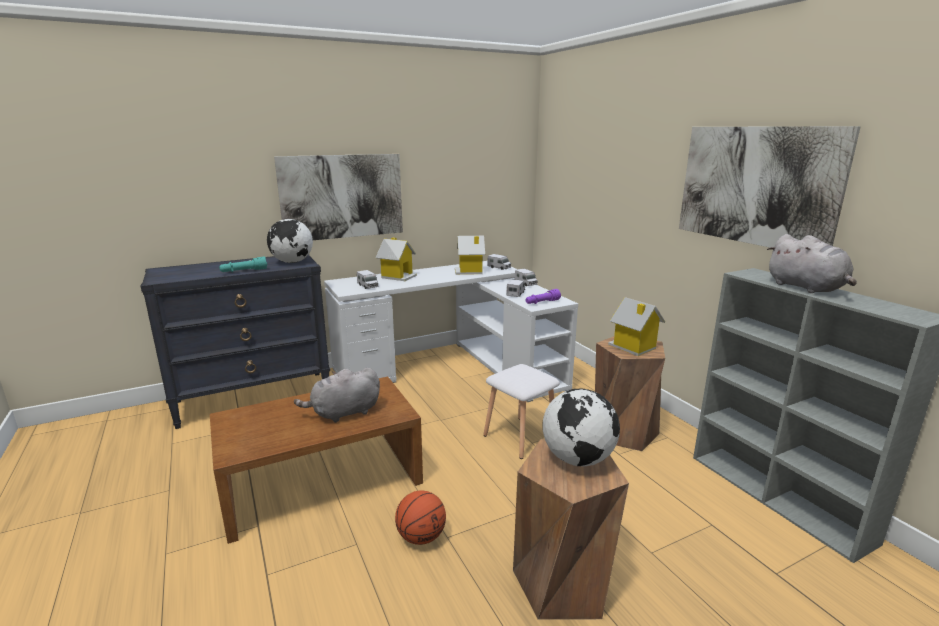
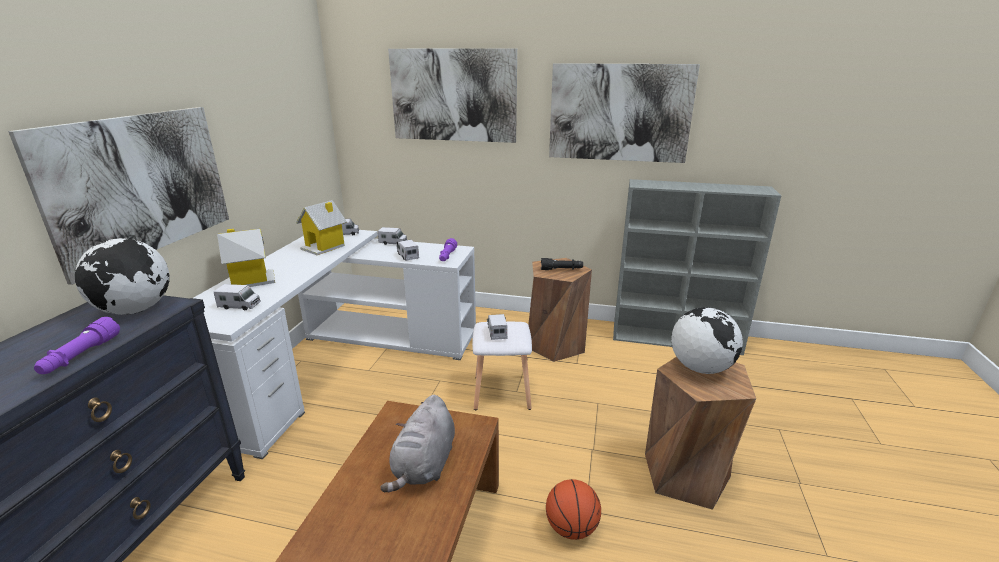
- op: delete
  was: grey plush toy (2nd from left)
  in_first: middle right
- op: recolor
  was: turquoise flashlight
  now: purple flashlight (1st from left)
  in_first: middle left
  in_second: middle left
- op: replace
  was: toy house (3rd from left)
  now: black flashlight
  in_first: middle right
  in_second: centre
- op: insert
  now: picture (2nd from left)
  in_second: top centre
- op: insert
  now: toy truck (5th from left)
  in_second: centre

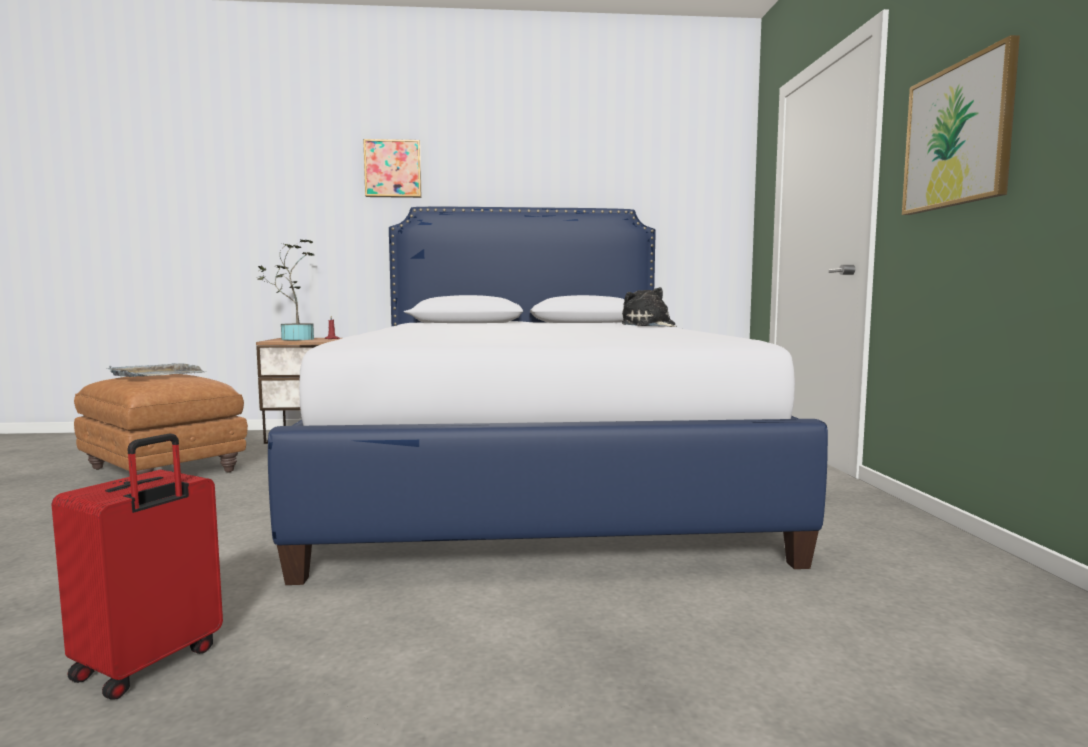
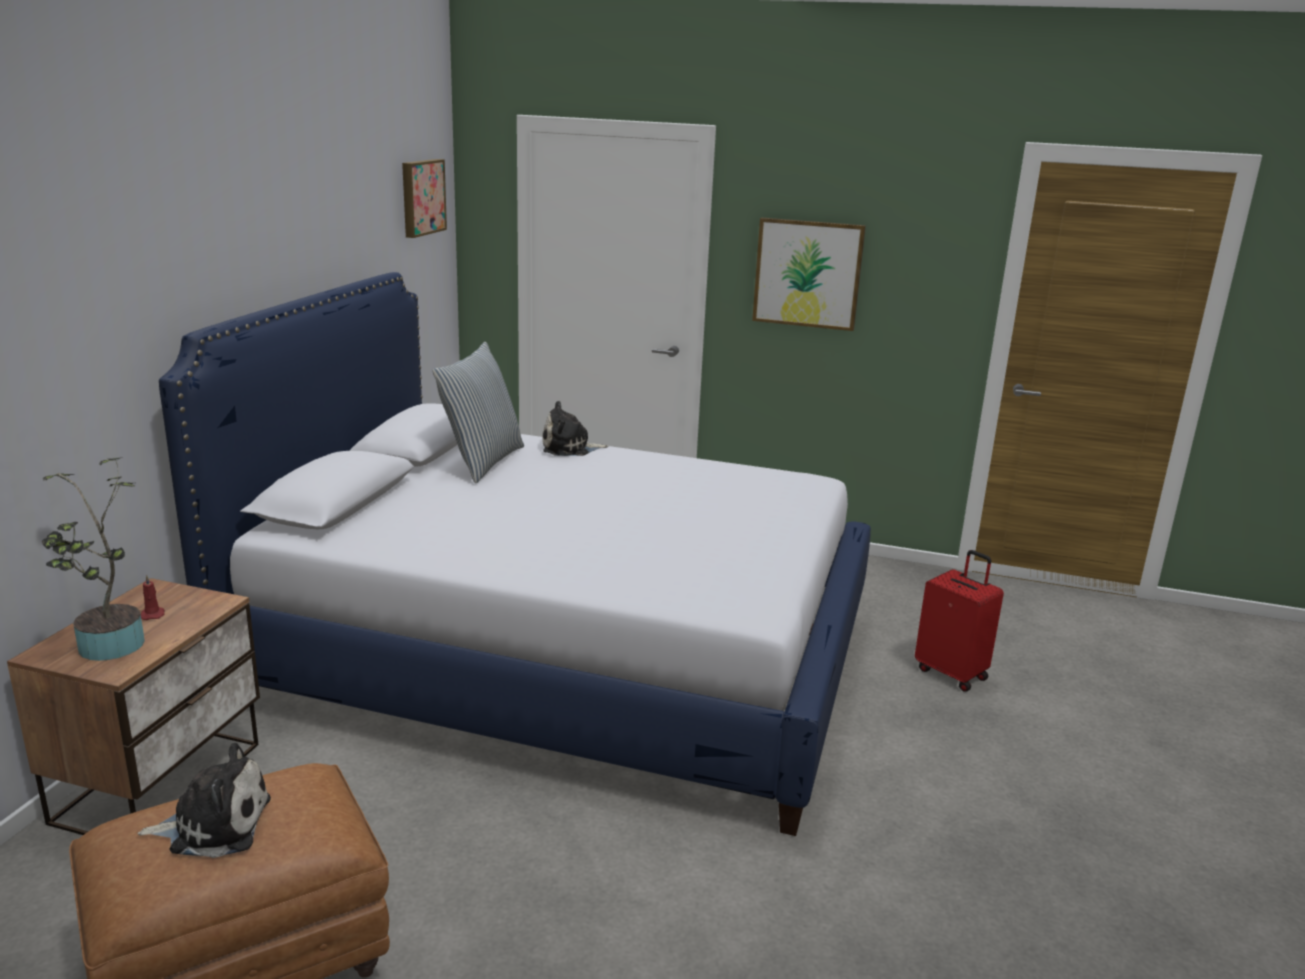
- op: move
  was: picture (1st from left)
  in_first: top centre
  in_second: top left
- op: replace
  was: grey tray
  now: plush toy (1st from left)
  in_first: middle left
  in_second: bottom left
- op: move
  was: red suitcase
  in_first: bottom left
  in_second: middle right
- op: insert
  now: pillow
  in_second: centre

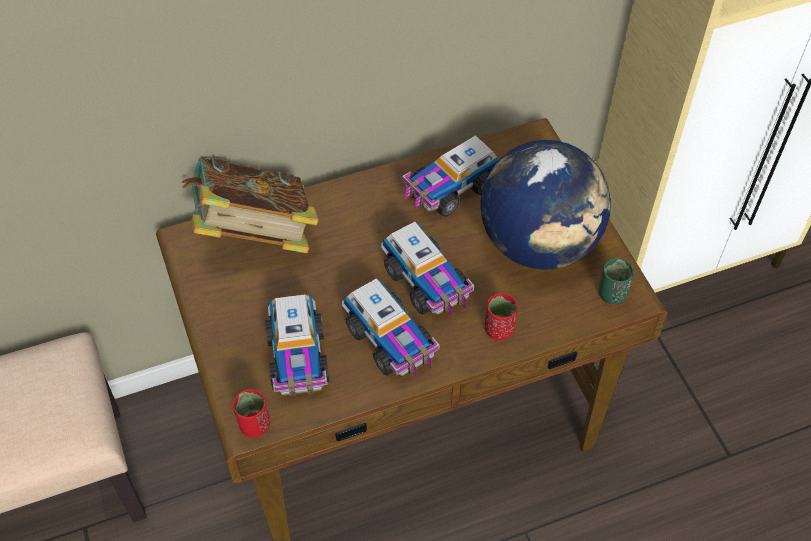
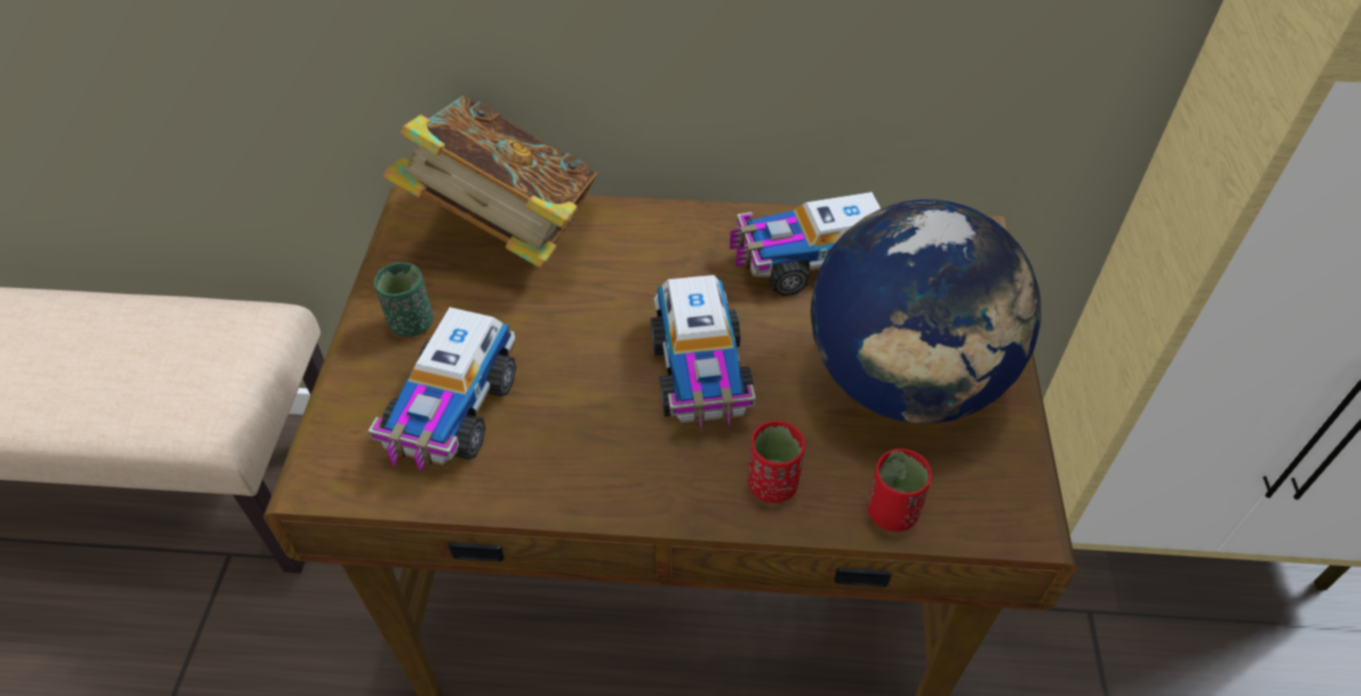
- op: move
  was: green cup
  in_first: middle right
  in_second: middle left
- op: delete
  was: toy truck (2nd from left)
  in_first: centre
- op: move
  was: red cup (1st from left in the first image)
  now: red cup (2nd from left)
  in_first: bottom left
  in_second: bottom centre

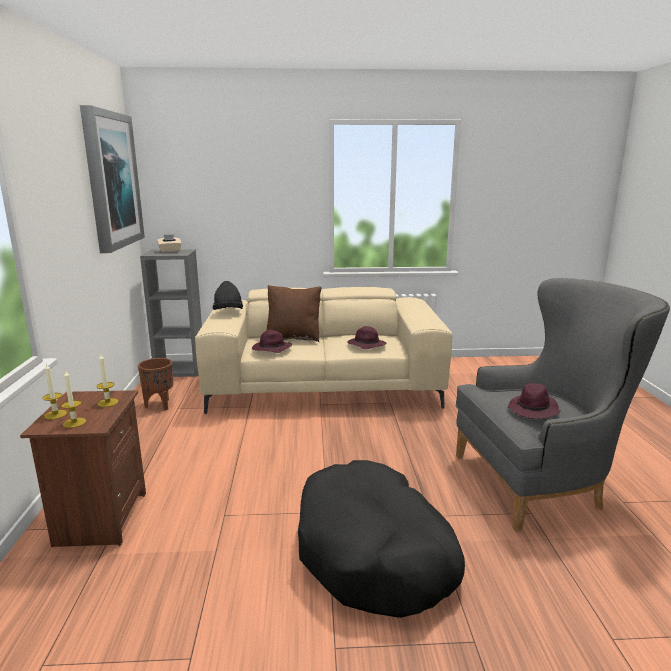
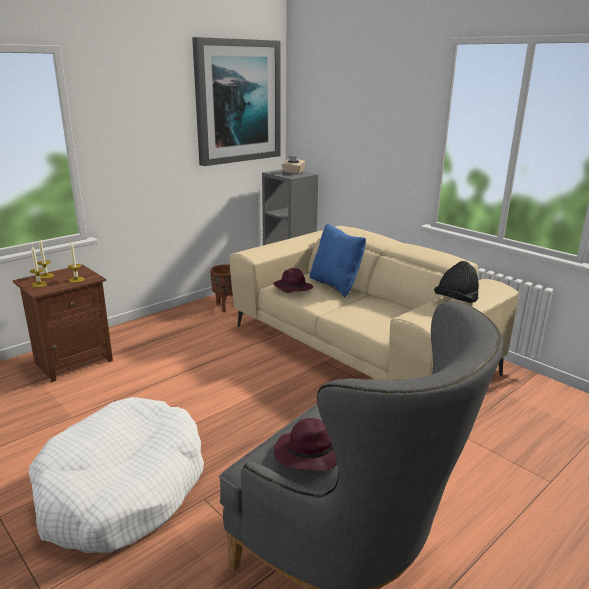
- op: move
  was: black hat
  in_first: centre
  in_second: middle right
- op: recolor
  was: brown pillow
  now: blue pillow
  in_first: centre
  in_second: centre
- op: delete
  was: purple hat (2nd from left)
  in_first: centre
- op: recolor
  was: black dog bed
  now: white dog bed
  in_first: bottom centre
  in_second: bottom left

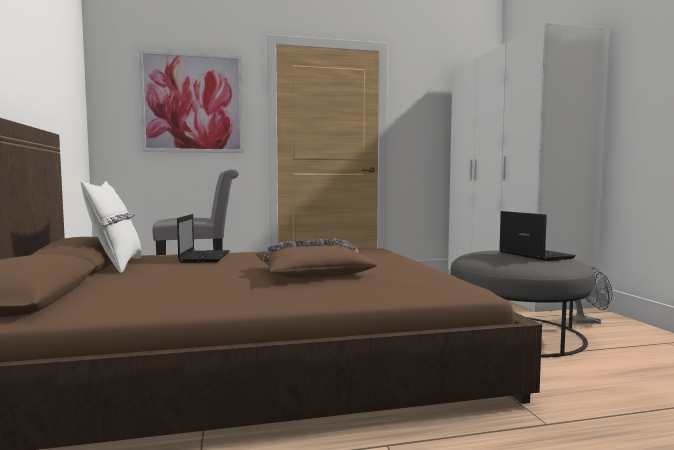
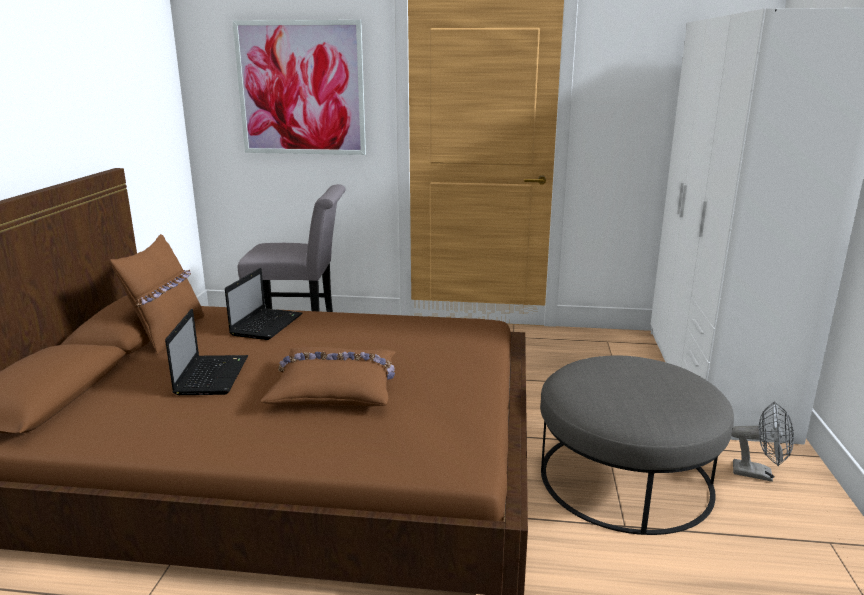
- op: recolor
  was: white pillow
  now: brown pillow (1st from left)
  in_first: middle left
  in_second: middle left
- op: move
  was: laptop (2nd from left in the first image)
  now: laptop (1st from left)
  in_first: middle right
  in_second: middle left

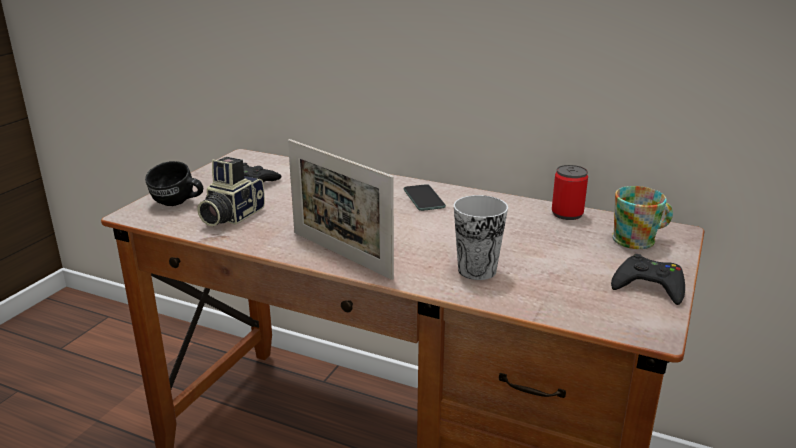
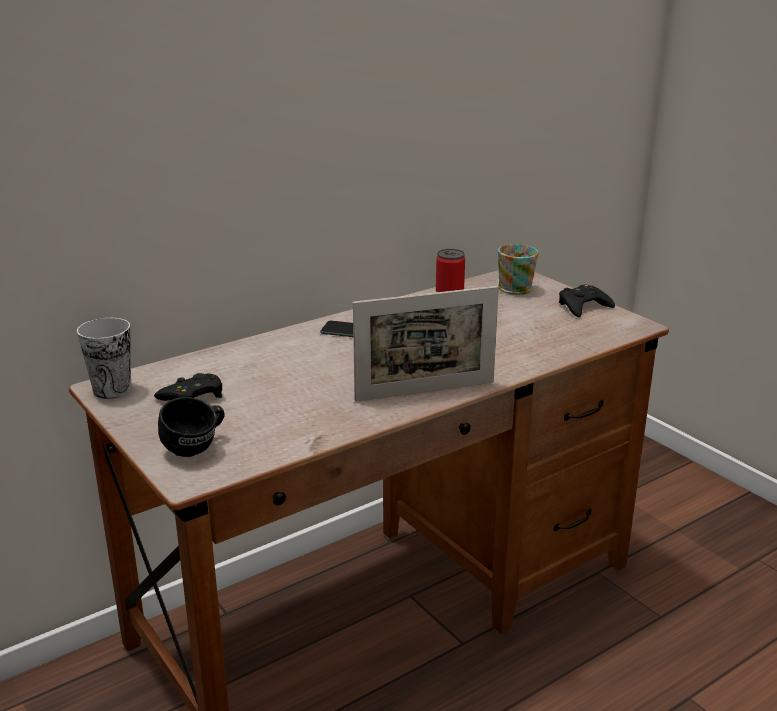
- op: delete
  was: photo camera
  in_first: middle left
- op: move
  was: cup
  in_first: centre
  in_second: middle left

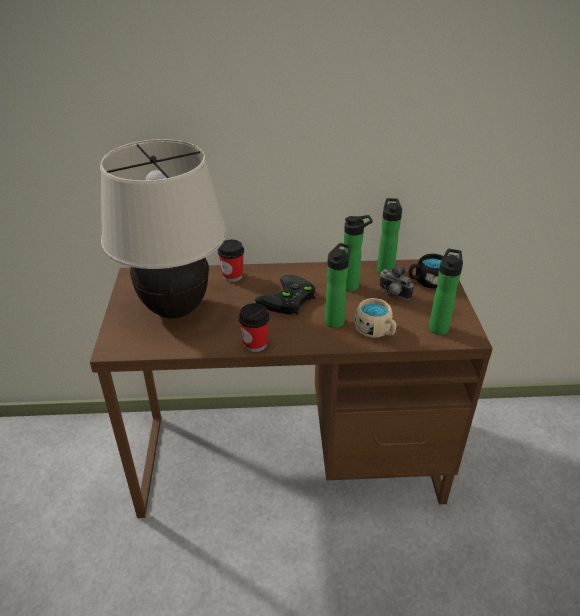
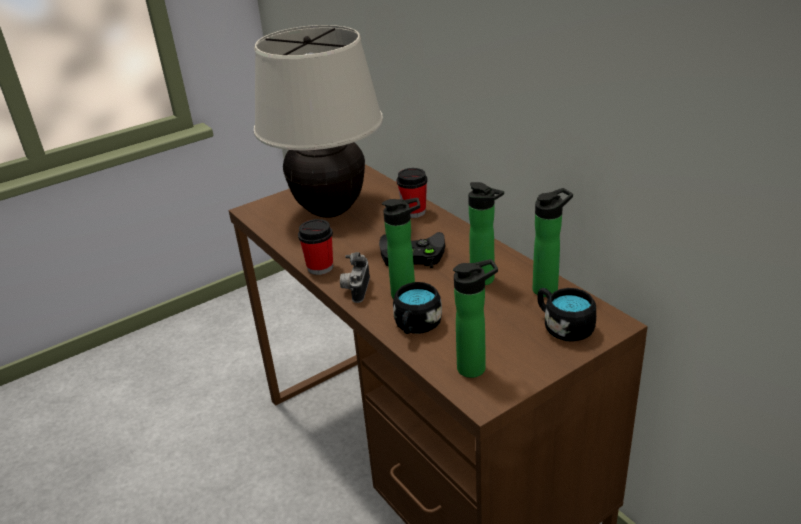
- op: move
  was: photo camera
  in_first: middle right
  in_second: centre
- op: recolor
  was: beige mug
  now: black mug (1st from left)
  in_first: centre
  in_second: centre

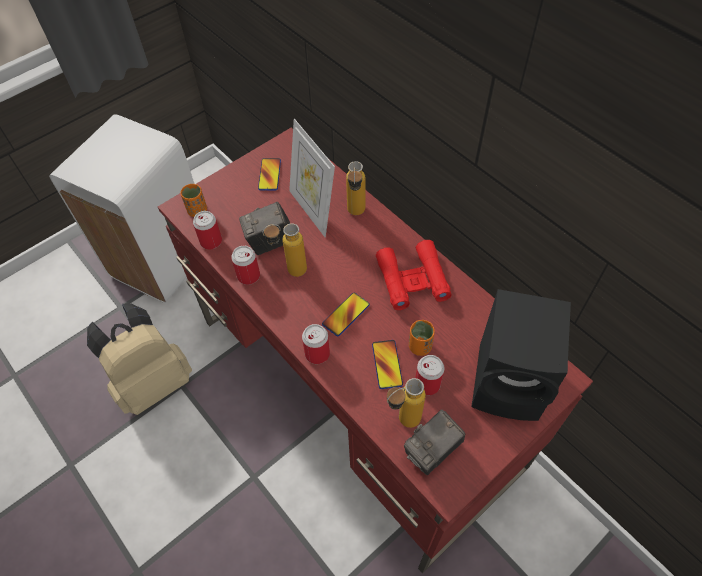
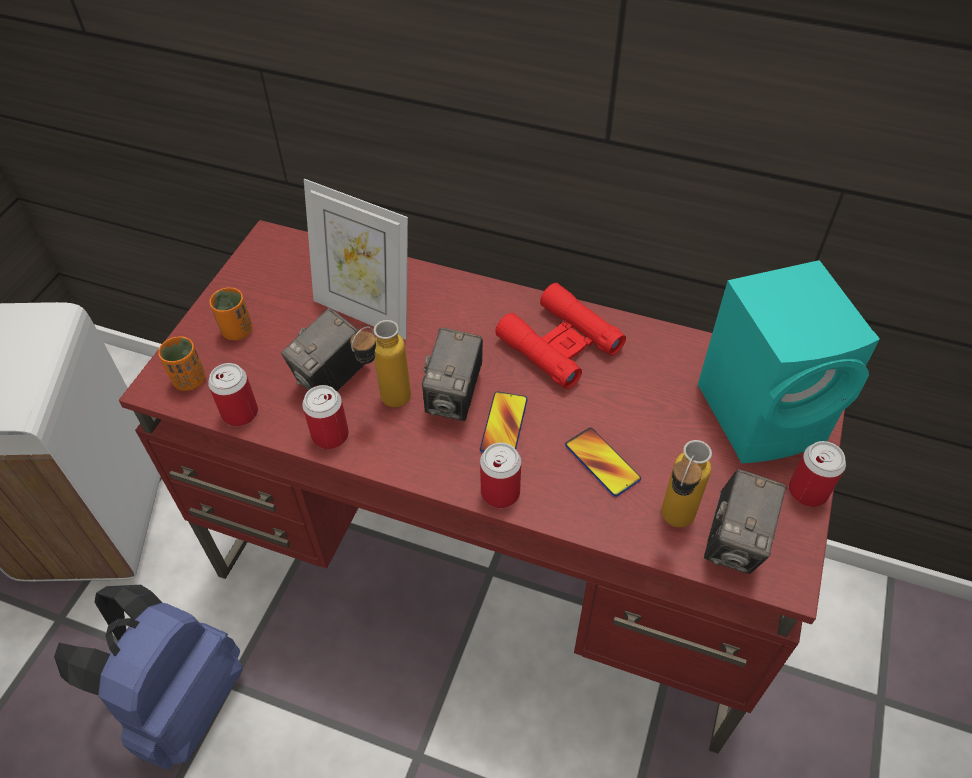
- op: delete
  was: phone (1st from left)
  in_first: top centre
- op: delete
  was: bottle (2nd from left)
  in_first: top centre
- op: recolor
  was: black speaker
  now: turquoise speaker
  in_first: middle right
  in_second: middle right
- op: recolor
  was: beige backpack
  now: blue backpack
  in_first: middle left
  in_second: bottom left
- op: move
  was: orange cup (2nd from left)
  in_first: centre
  in_second: middle left
- op: move
  was: can (4th from left)
  in_first: centre
  in_second: middle right
- op: insert
  now: photo camera (2nd from left)
  in_second: centre

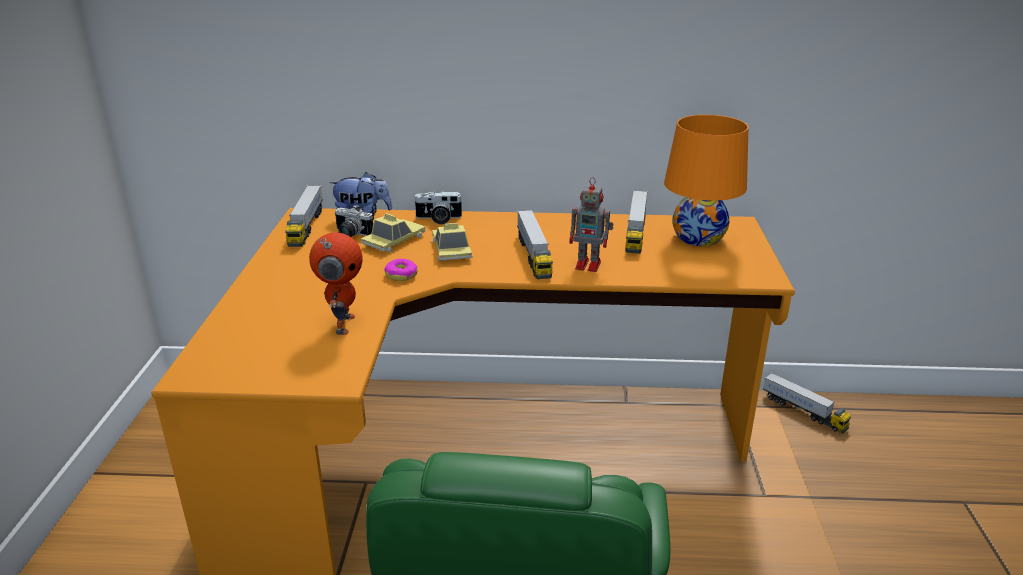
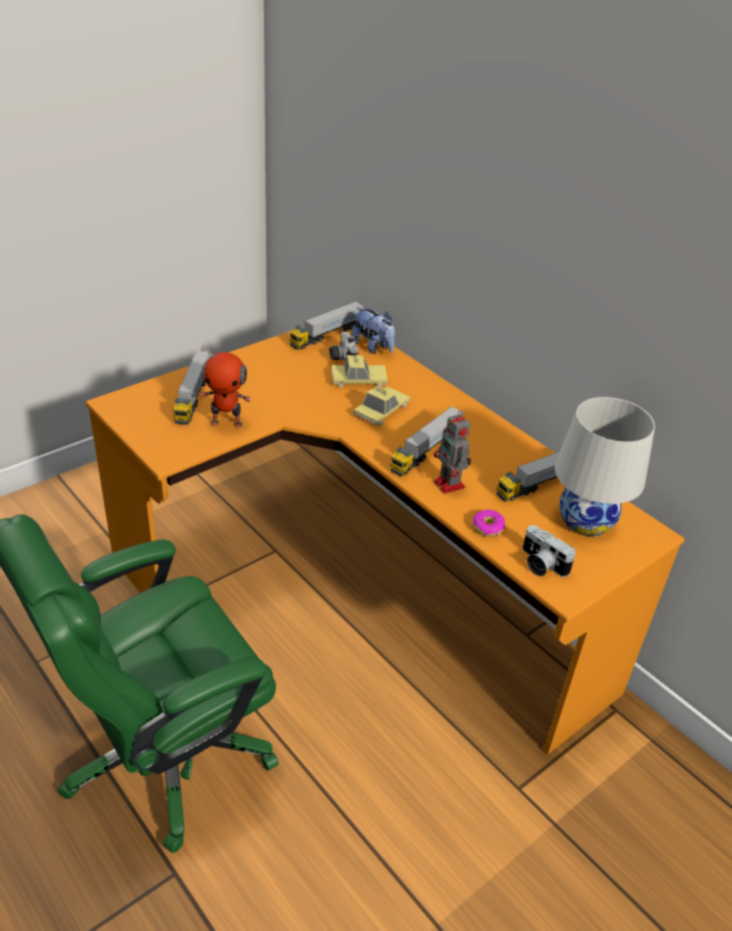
- op: recolor
  was: orange table lamp
  now: white table lamp
  in_first: top right
  in_second: middle right
- op: move
  was: photo camera (2nd from left)
  in_first: centre
  in_second: middle right
- op: rotate
  was: toy robot (1st from left)
  in_first: middle left
  in_second: middle left
  clockwise: 45
- op: move
  was: donut
  in_first: centre
  in_second: middle right
- op: move
  was: toy truck (4th from left in the first image)
  now: toy truck (1st from left)
  in_first: bottom right
  in_second: middle left

